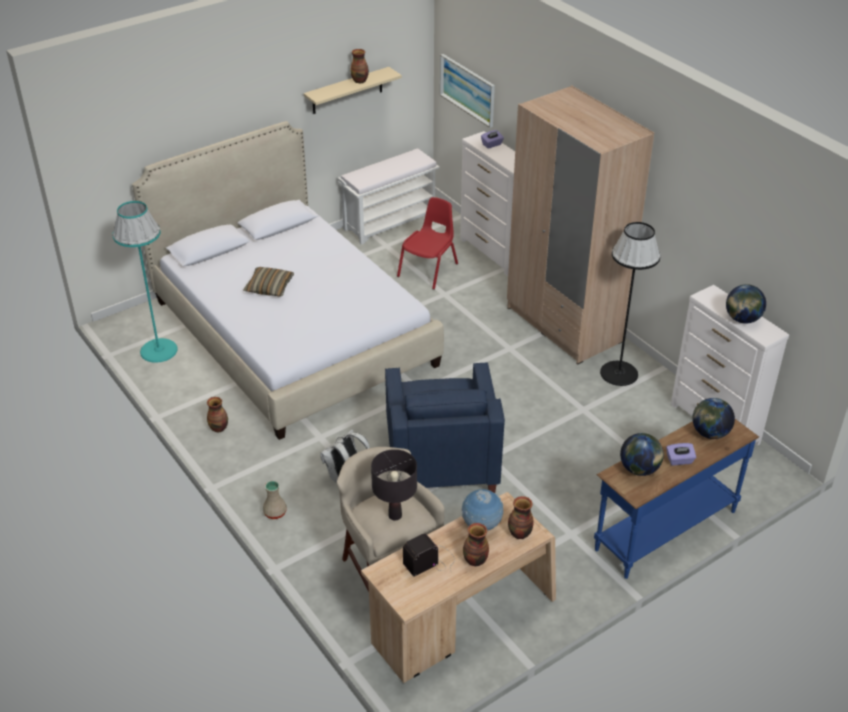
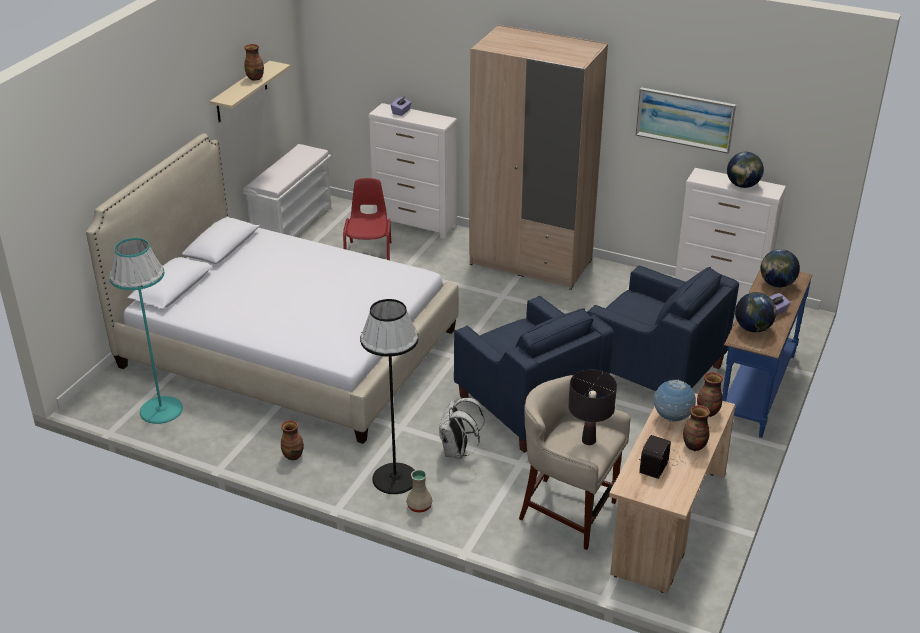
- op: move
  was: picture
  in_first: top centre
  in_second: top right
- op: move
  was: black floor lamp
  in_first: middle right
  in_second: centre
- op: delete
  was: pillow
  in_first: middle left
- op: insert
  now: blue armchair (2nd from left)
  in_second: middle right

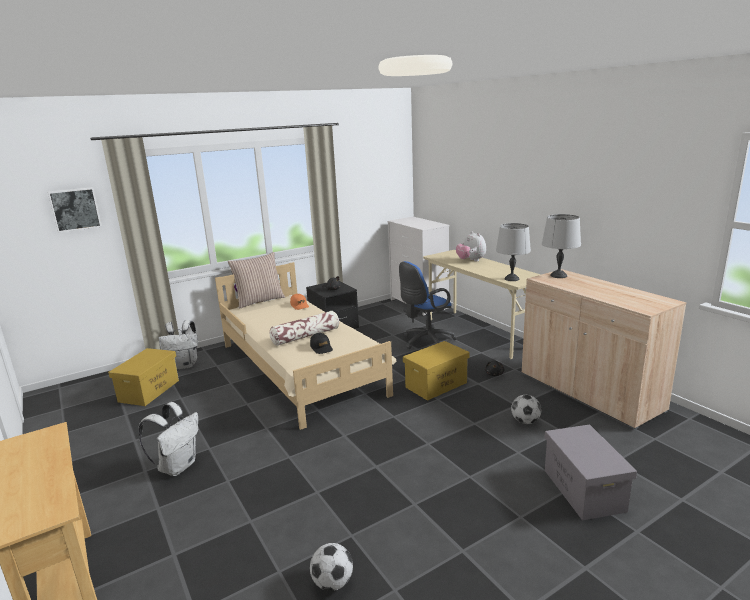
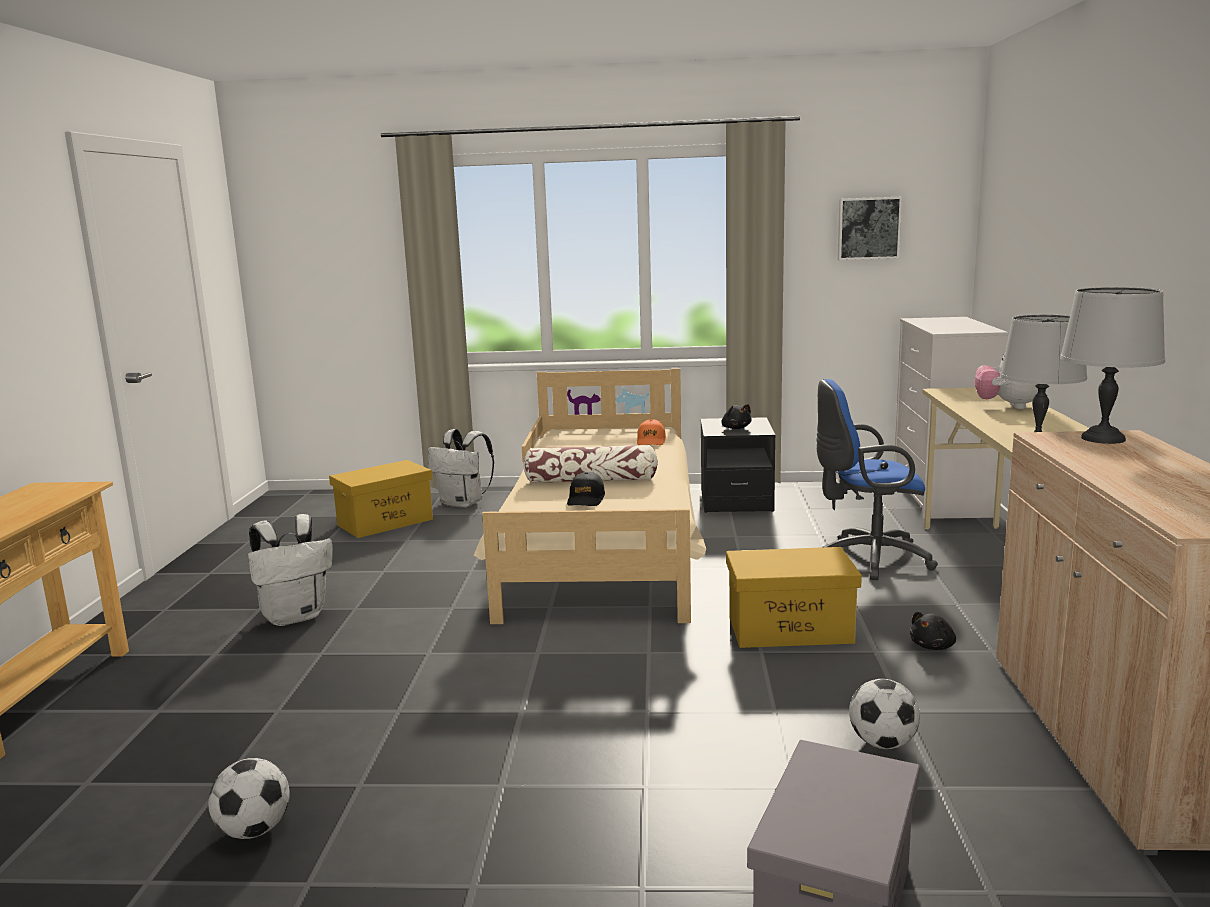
- op: move
  was: picture
  in_first: middle left
  in_second: top right
- op: delete
  was: pillow (1st from left)
  in_first: centre

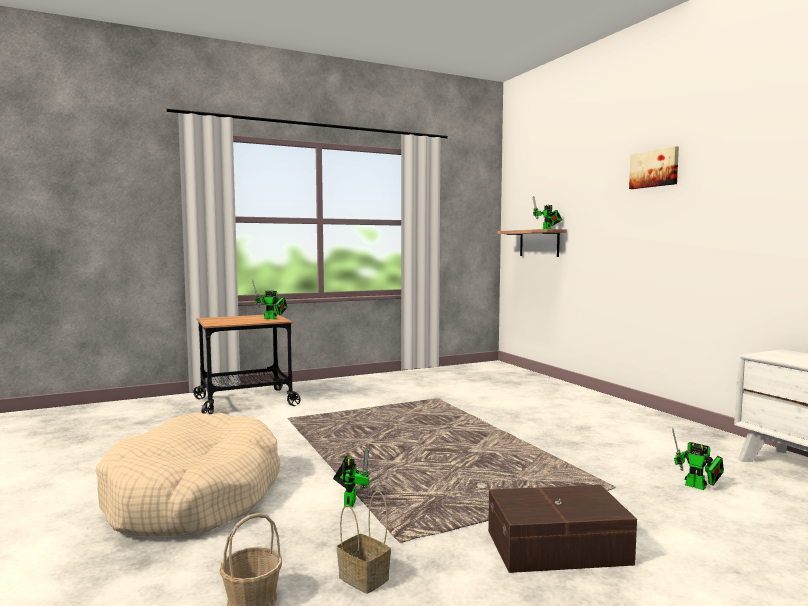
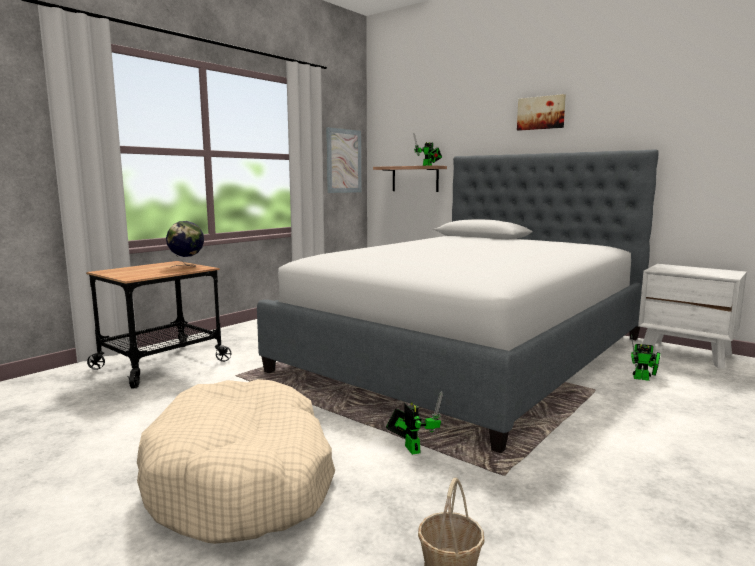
- op: replace
  was: toy robot (1st from left)
  now: globe
  in_first: middle left
  in_second: middle left
- op: delete
  was: brown storage box
  in_first: bottom right
- op: delete
  was: basket (2nd from left)
  in_first: bottom centre
- op: insert
  now: picture (1st from left)
  in_second: top centre
- op: insert
  now: bed
  in_second: centre

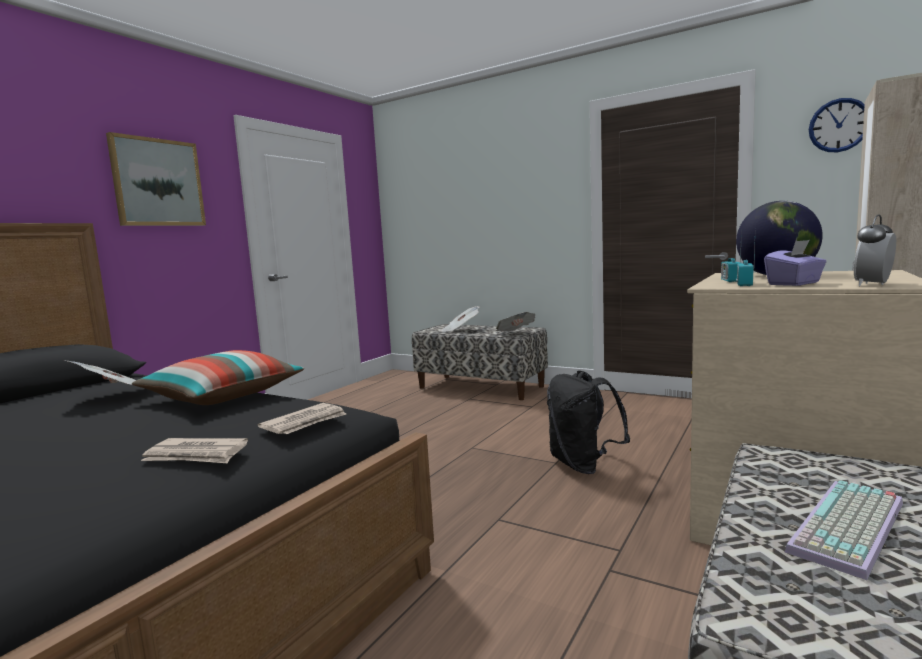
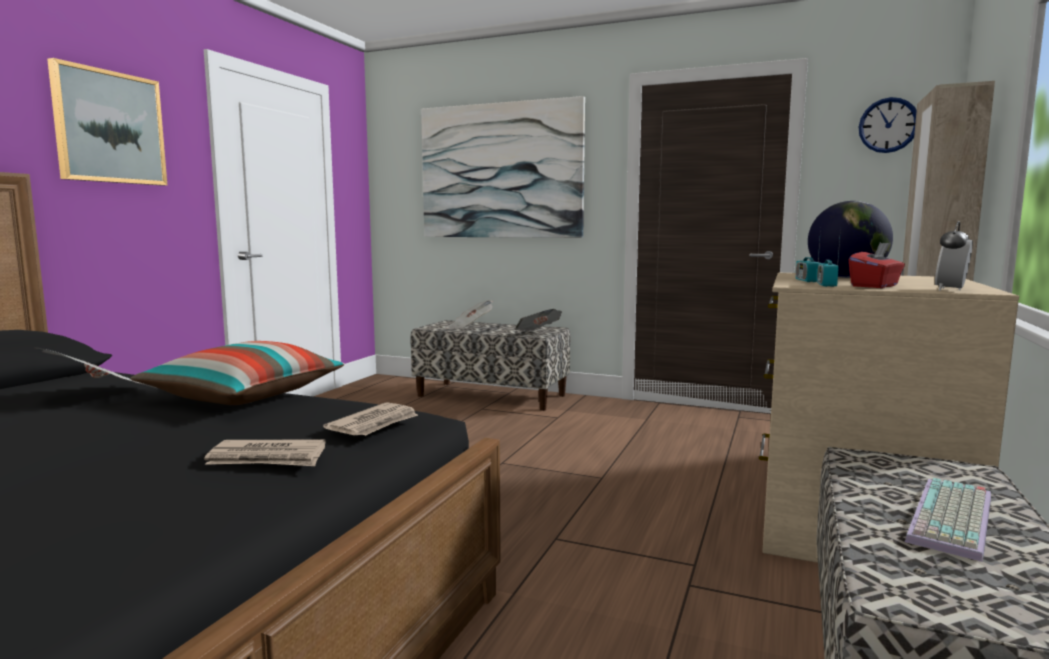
- op: recolor
  was: purple tissue box
  now: red tissue box
  in_first: middle right
  in_second: middle right
- op: delete
  was: black backpack
  in_first: centre
- op: insert
  now: picture (2nd from left)
  in_second: top centre

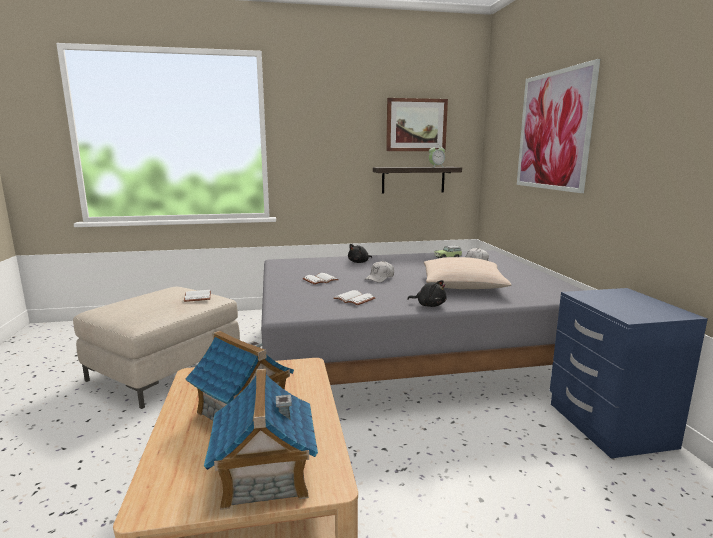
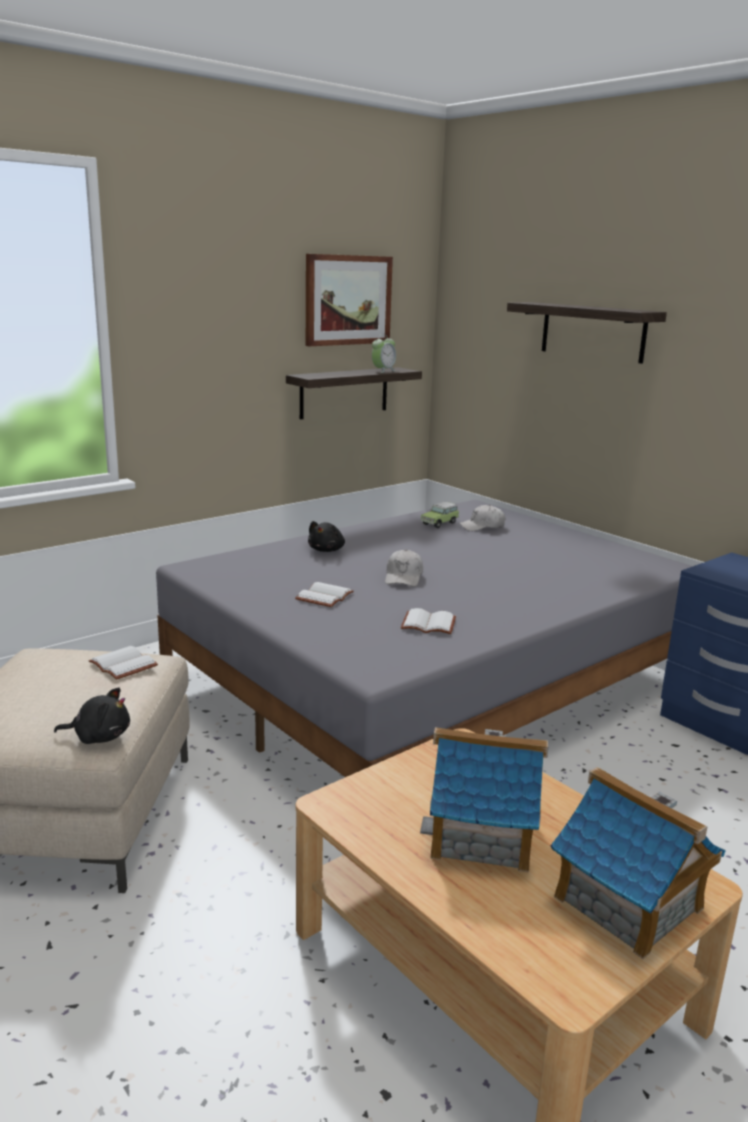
- op: replace
  was: picture (2nd from left)
  now: shelf (2nd from left)
  in_first: top right
  in_second: top right
- op: delete
  was: beige pillow
  in_first: centre
- op: move
  was: black plush toy (2nd from left in the first image)
  now: black plush toy (1st from left)
  in_first: centre
  in_second: middle left

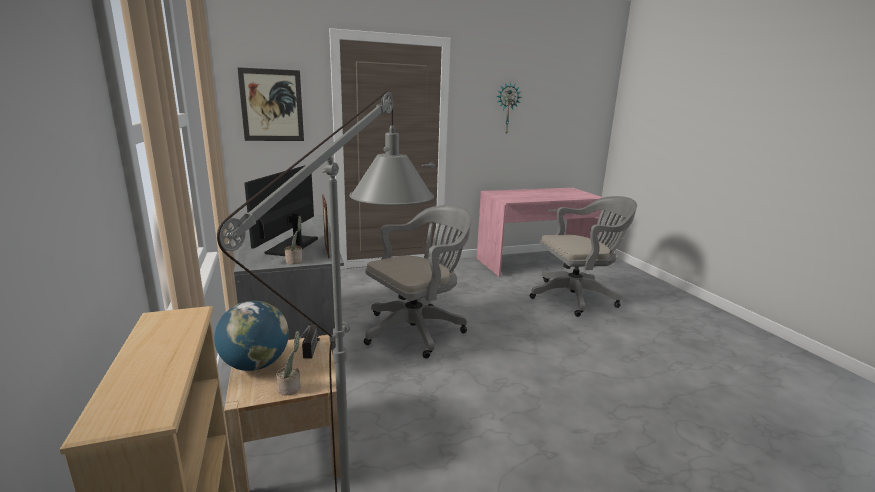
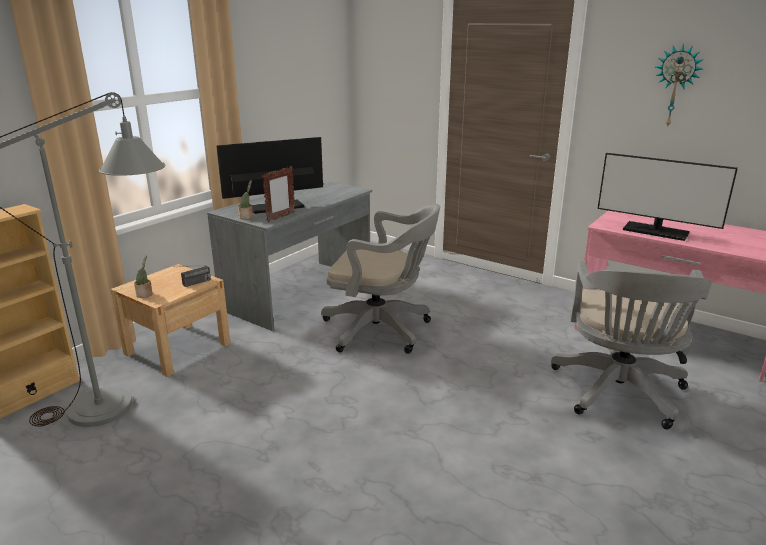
- op: delete
  was: picture
  in_first: top left
- op: rotate
  was: grey office chair (2nd from left)
  in_first: centre
  in_second: middle right
  clockwise: 60
- op: delete
  was: globe
  in_first: bottom left
- op: insert
  now: monitor (2nd from left)
  in_second: middle right

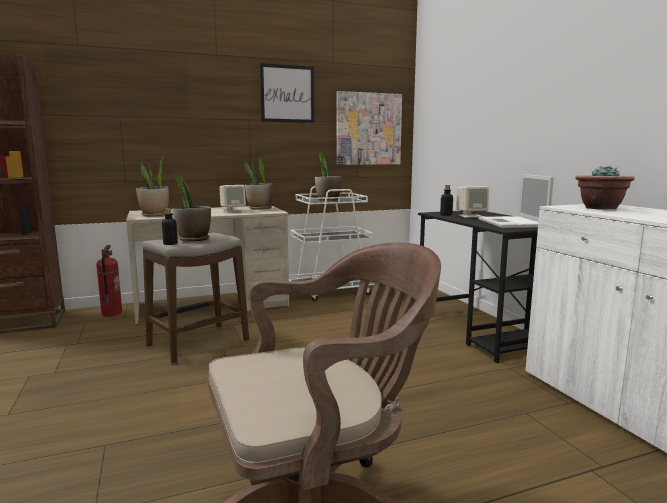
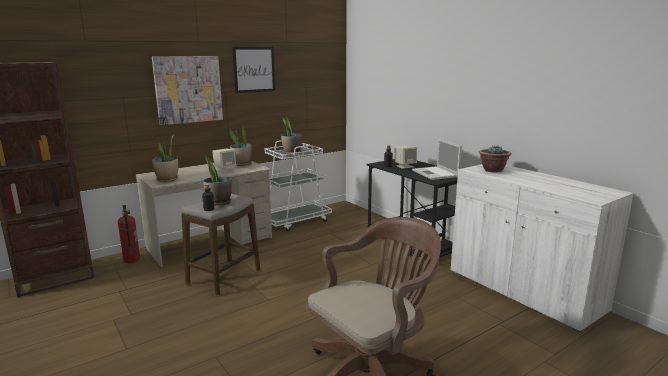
- op: move
  was: picture (2nd from left in the first image)
  now: picture (1st from left)
  in_first: top centre
  in_second: top left

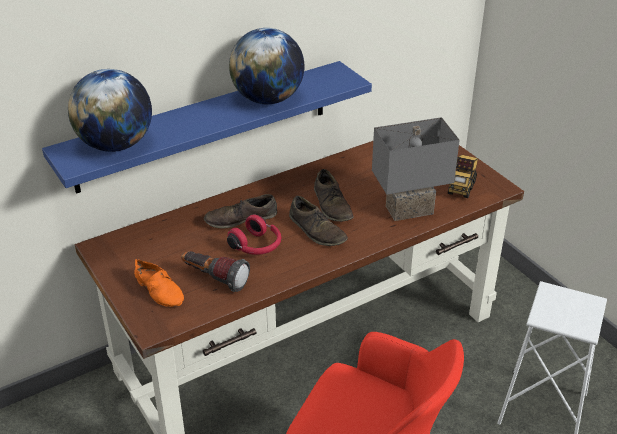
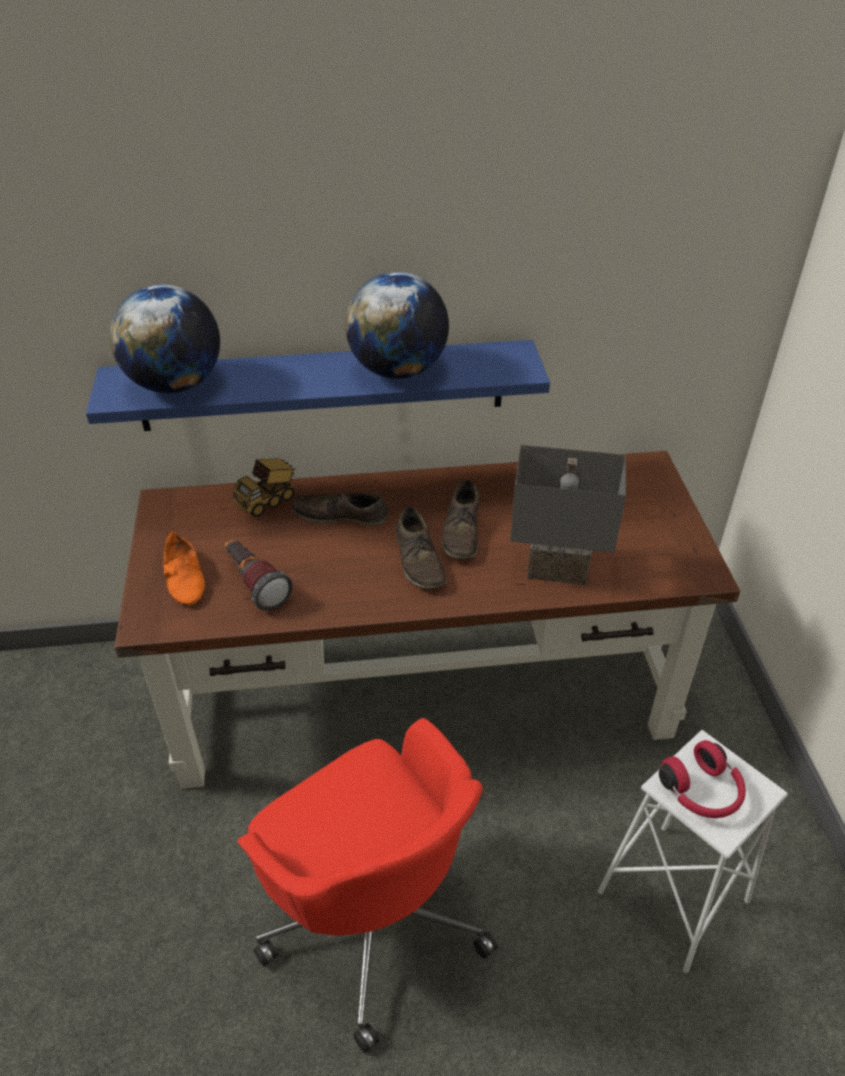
- op: move
  was: toy truck
  in_first: middle right
  in_second: middle left
- op: move
  was: red headphones
  in_first: centre
  in_second: bottom right

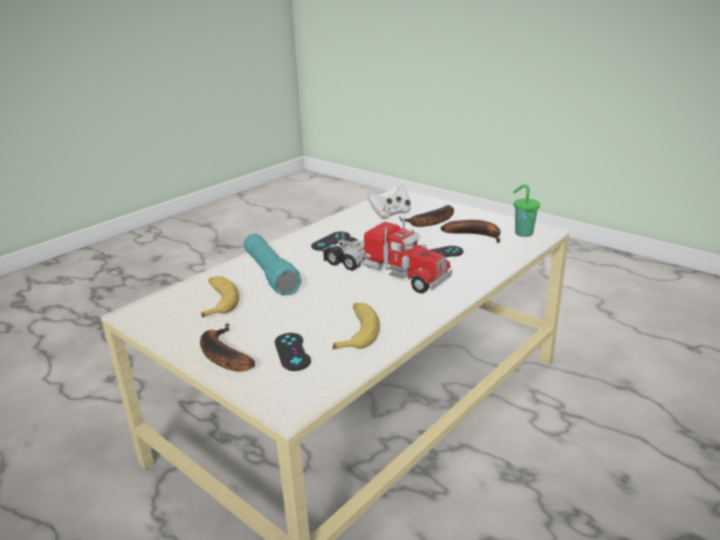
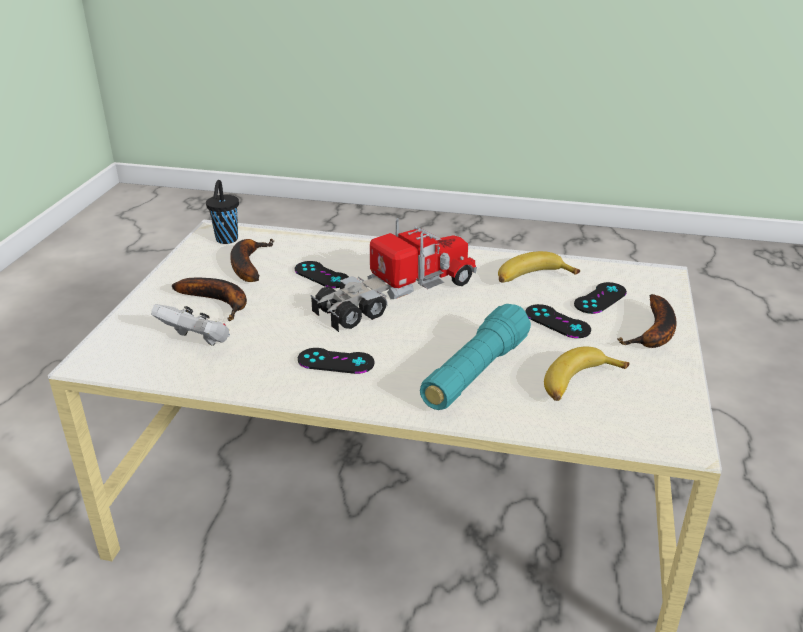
- op: recolor
  was: green cup
  now: black cup
  in_first: middle right
  in_second: middle left
- op: rotate
  was: toy truck
  in_first: centre
  in_second: centre
  clockwise: 45
- op: insert
  now: black game controller (3rd from left)
  in_second: middle right

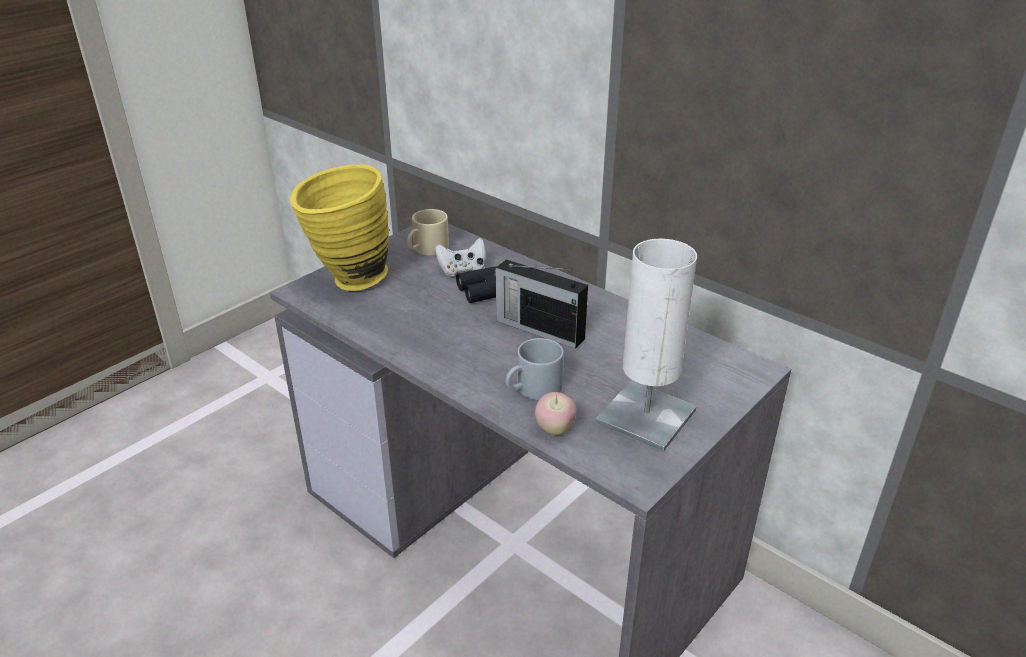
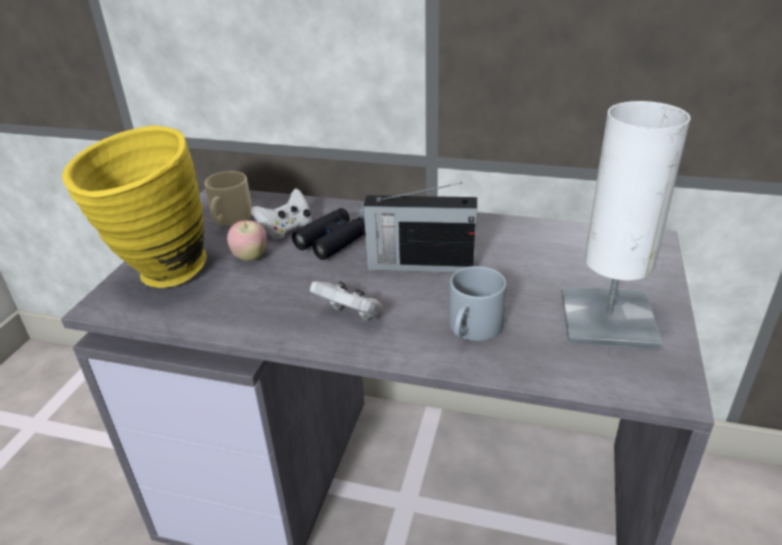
- op: move
  was: apple
  in_first: centre
  in_second: middle left
- op: insert
  now: white game controller (2nd from left)
  in_second: centre

